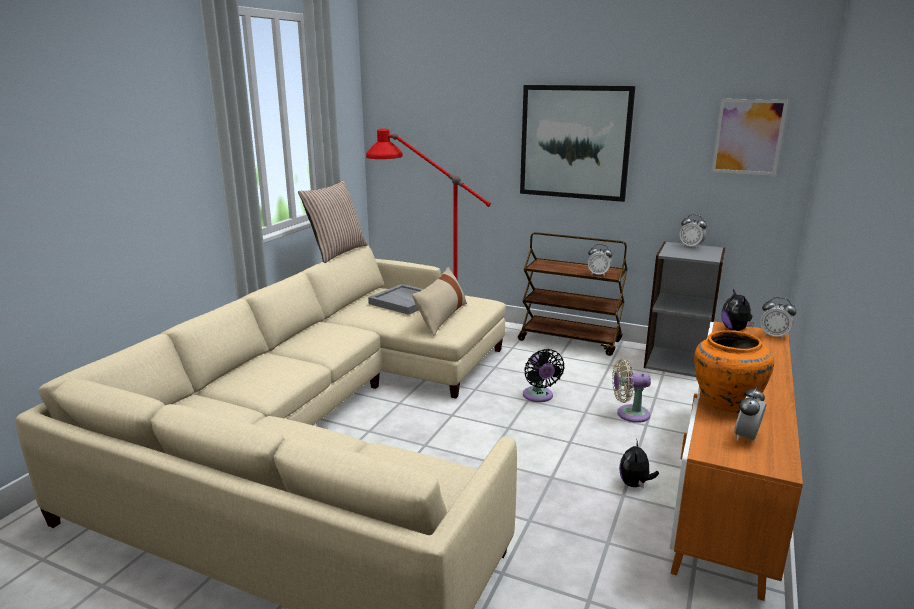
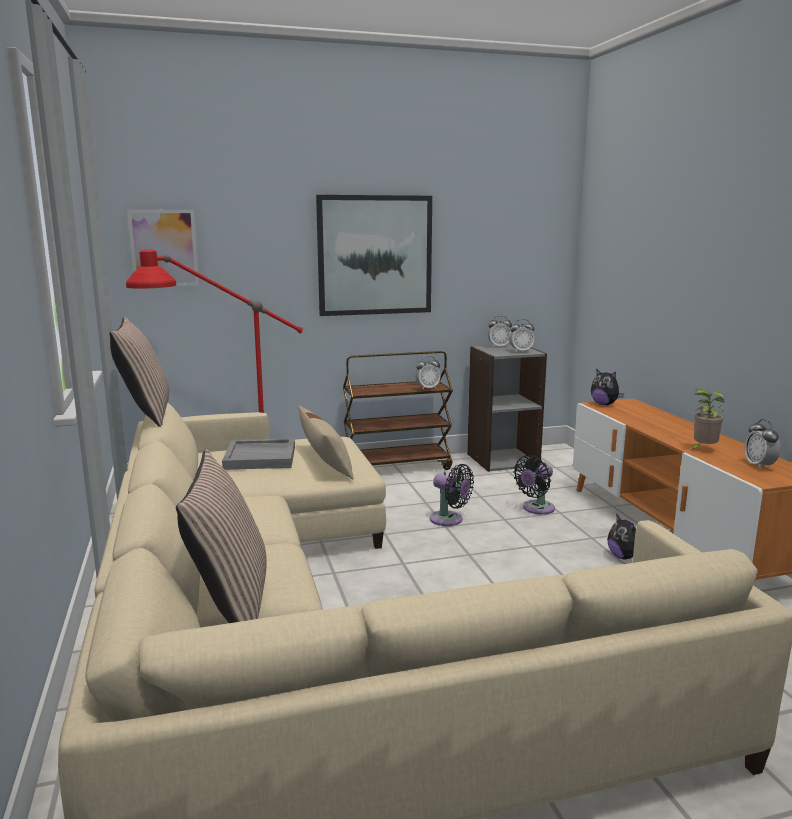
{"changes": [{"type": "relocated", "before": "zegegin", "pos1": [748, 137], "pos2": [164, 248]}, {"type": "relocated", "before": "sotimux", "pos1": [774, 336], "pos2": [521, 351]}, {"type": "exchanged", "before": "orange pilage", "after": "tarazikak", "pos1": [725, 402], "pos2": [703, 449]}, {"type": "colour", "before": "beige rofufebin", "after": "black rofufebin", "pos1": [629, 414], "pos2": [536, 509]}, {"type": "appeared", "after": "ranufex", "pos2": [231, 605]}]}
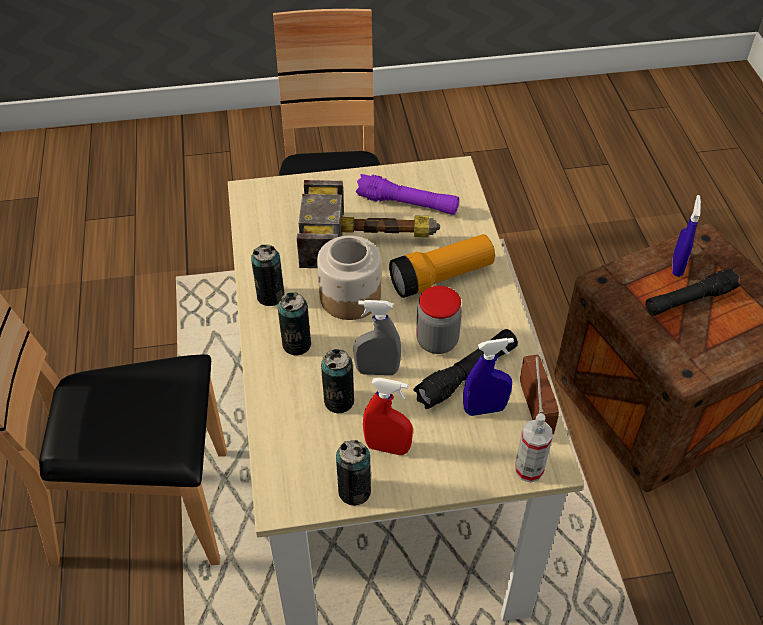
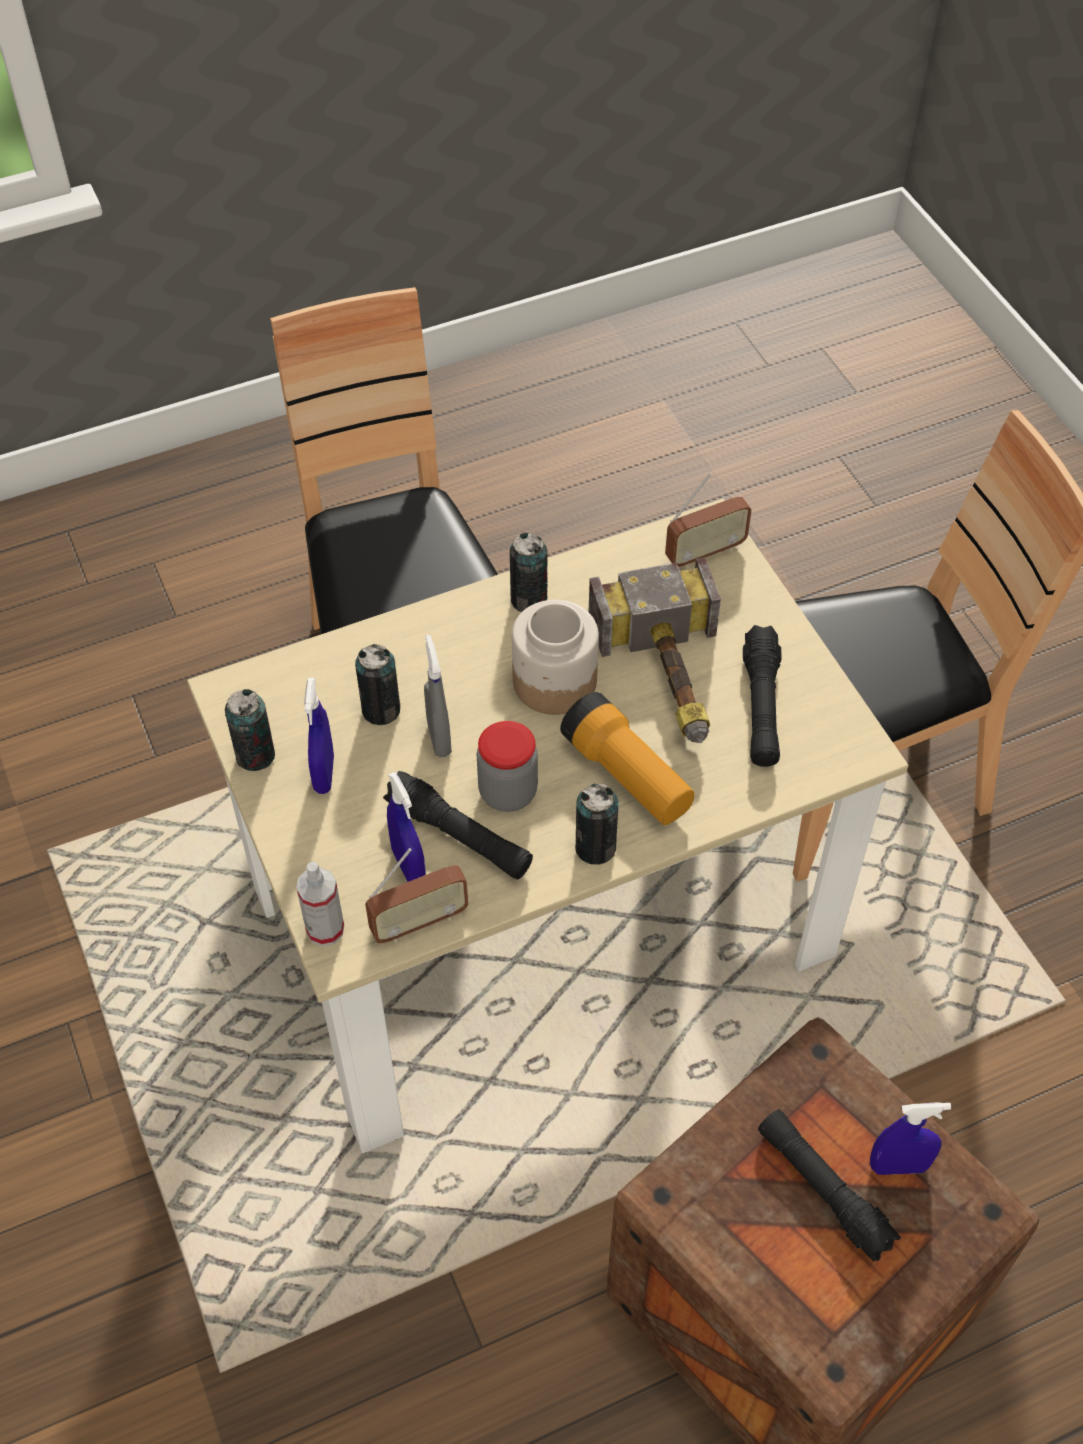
{"changes": [{"type": "colour", "before": "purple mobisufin", "after": "black mobisufin", "pos1": [407, 204], "pos2": [761, 706]}, {"type": "relocated", "before": "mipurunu", "pos1": [296, 344], "pos2": [595, 847]}, {"type": "colour", "before": "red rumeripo", "after": "blue rumeripo", "pos1": [387, 447], "pos2": [324, 774]}, {"type": "appeared", "after": "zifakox", "pos2": [705, 553]}]}
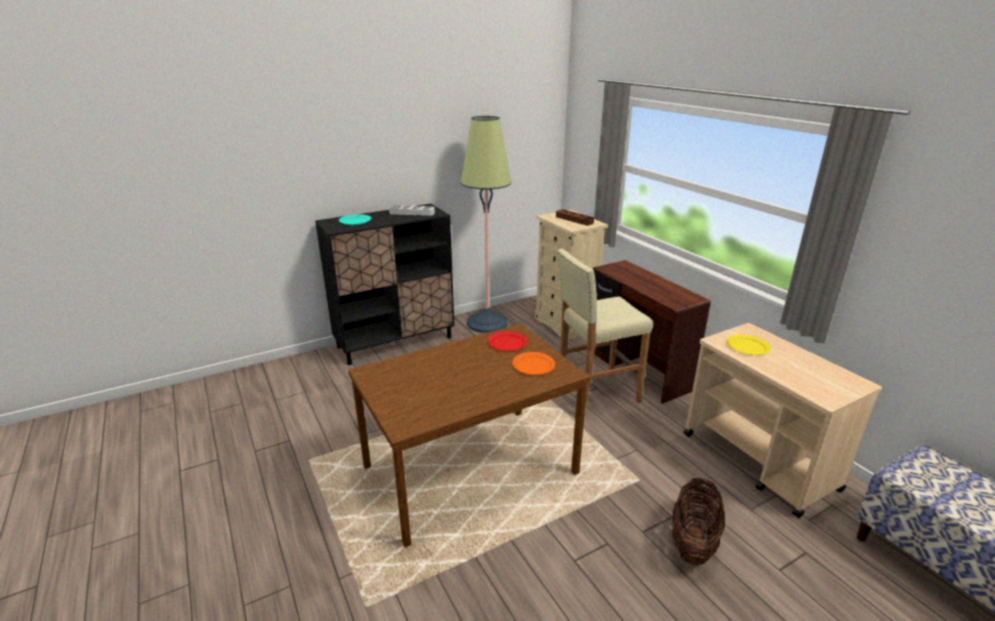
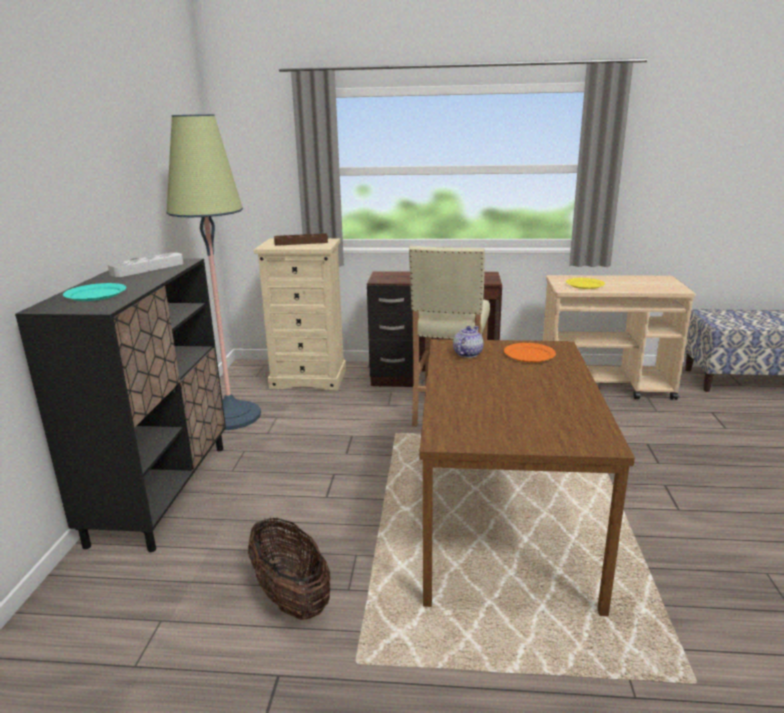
{"changes": [{"type": "exchanged", "before": "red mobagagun", "after": "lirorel", "pos1": [507, 343], "pos2": [467, 354]}, {"type": "relocated", "before": "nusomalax", "pos1": [693, 541], "pos2": [291, 597]}]}
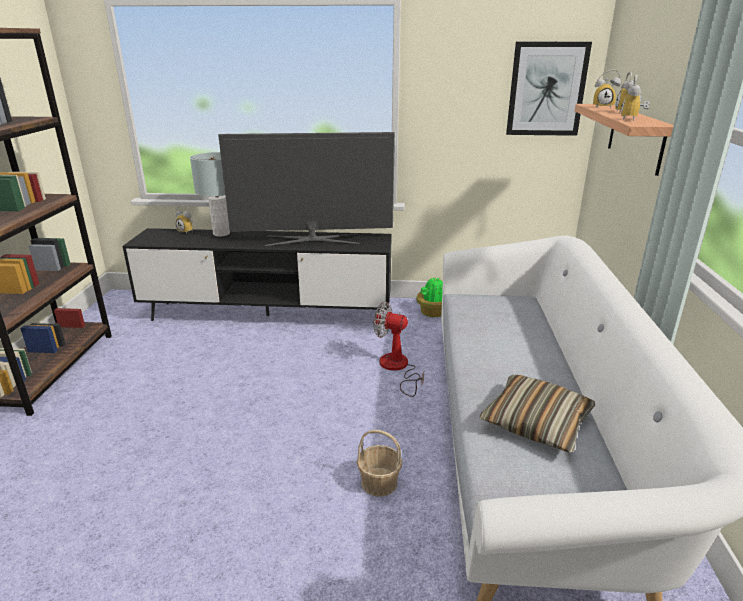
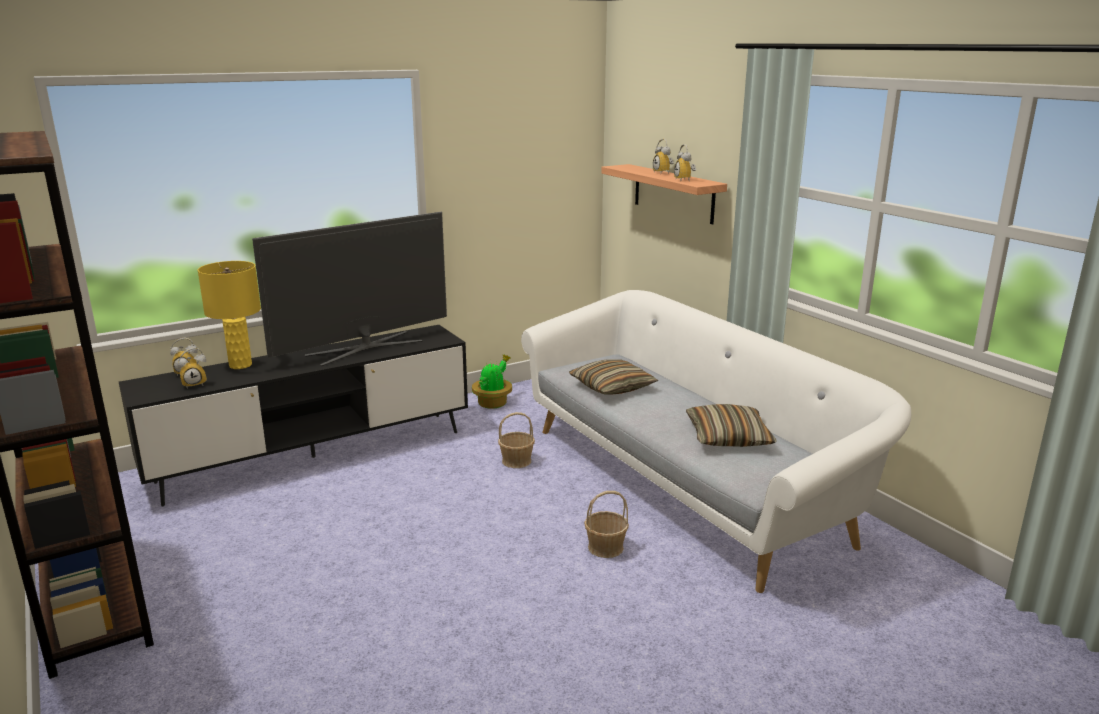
{"changes": [{"type": "missing", "before": "zegegin", "pos1": [546, 89]}, {"type": "relocated", "before": "sotimux", "pos1": [602, 107], "pos2": [195, 384]}, {"type": "colour", "before": "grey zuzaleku", "after": "yellow zuzaleku", "pos1": [222, 233], "pos2": [241, 365]}, {"type": "exchanged", "before": "rofufebin", "after": "nusomalax", "pos1": [397, 368], "pos2": [517, 461]}, {"type": "appeared", "after": "ranufex", "pos2": [612, 387]}]}
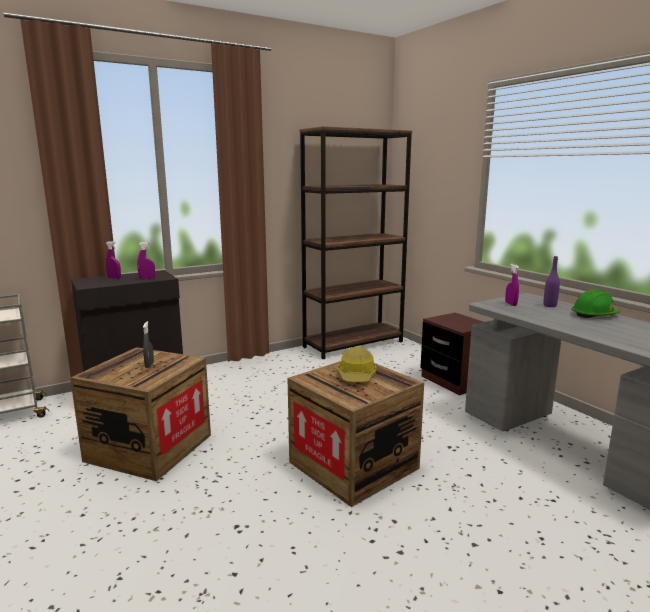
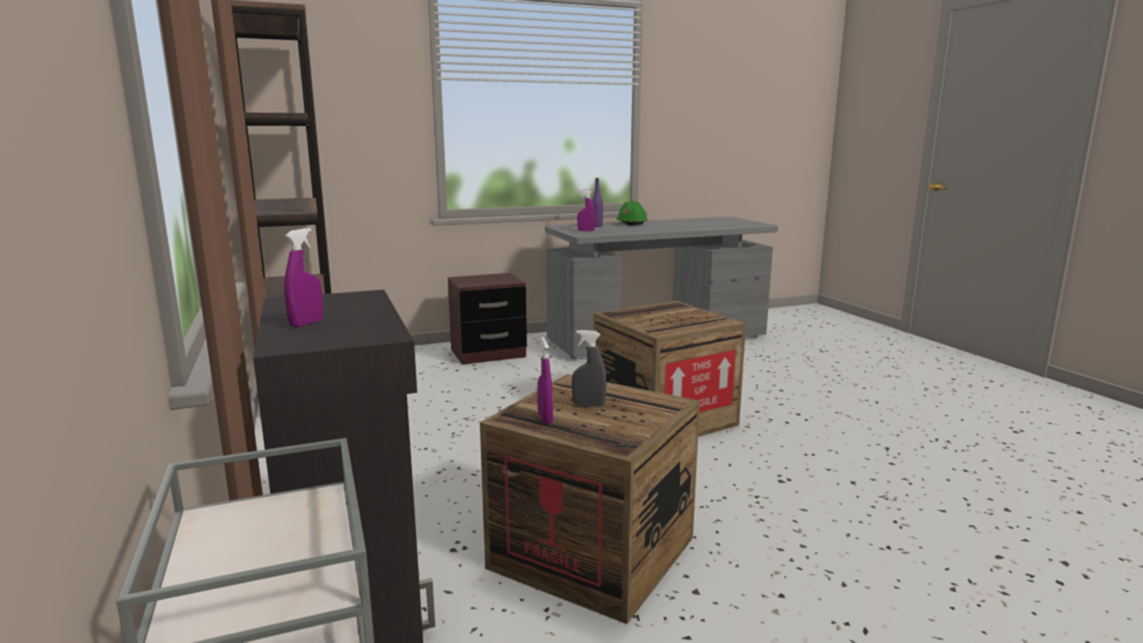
{"changes": [{"type": "relocated", "before": "purple rumeripo", "pos1": [147, 278], "pos2": [545, 418]}, {"type": "missing", "before": "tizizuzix", "pos1": [357, 376]}]}
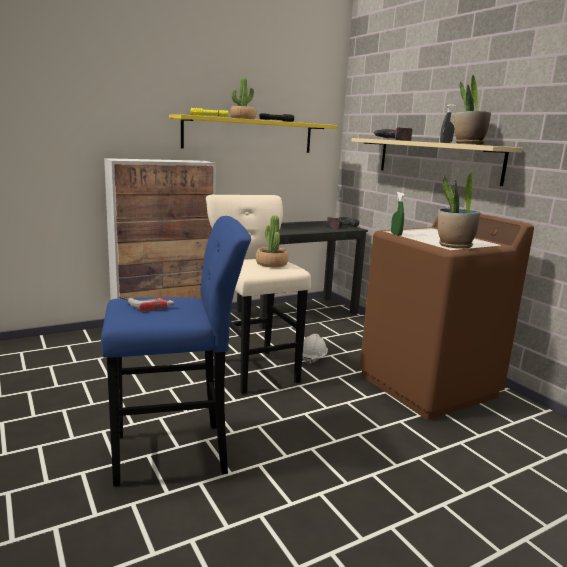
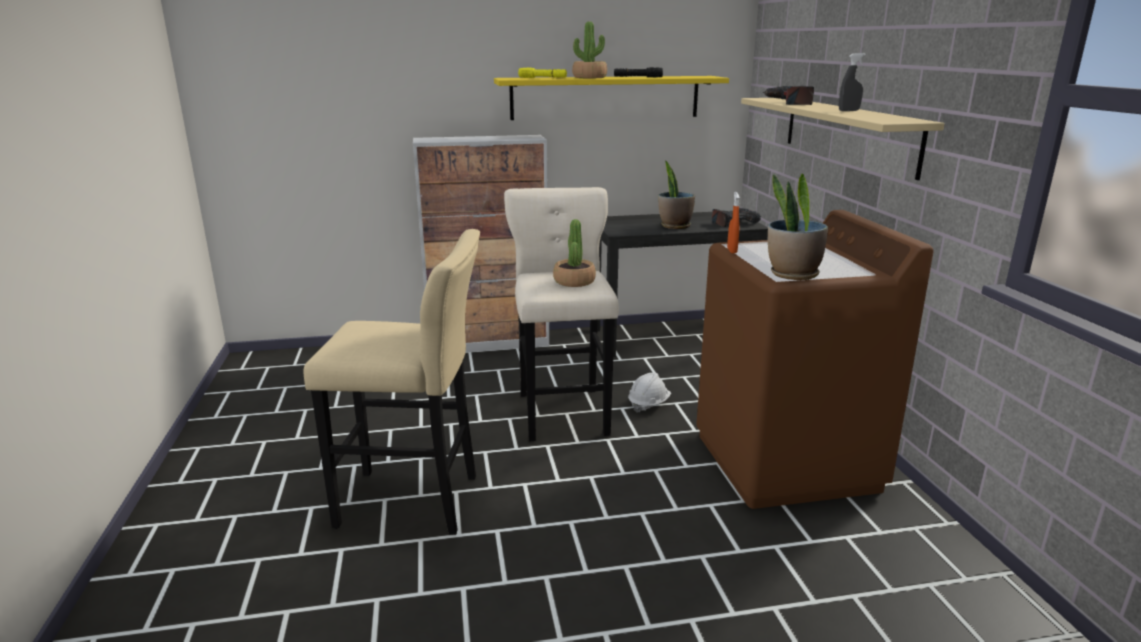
{"changes": [{"type": "relocated", "before": "tarazikak", "pos1": [468, 144], "pos2": [674, 226]}, {"type": "colour", "before": "green rumeripo", "after": "orange rumeripo", "pos1": [396, 234], "pos2": [732, 251]}, {"type": "colour", "before": "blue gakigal", "after": "beige gakigal", "pos1": [177, 453], "pos2": [416, 502]}, {"type": "missing", "before": "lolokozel", "pos1": [147, 304]}]}
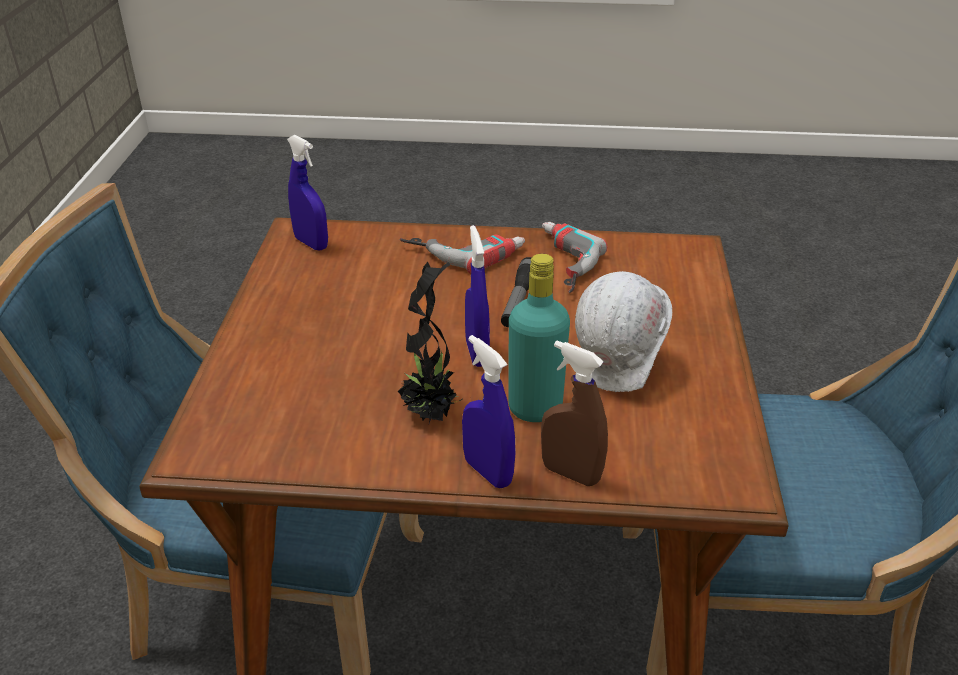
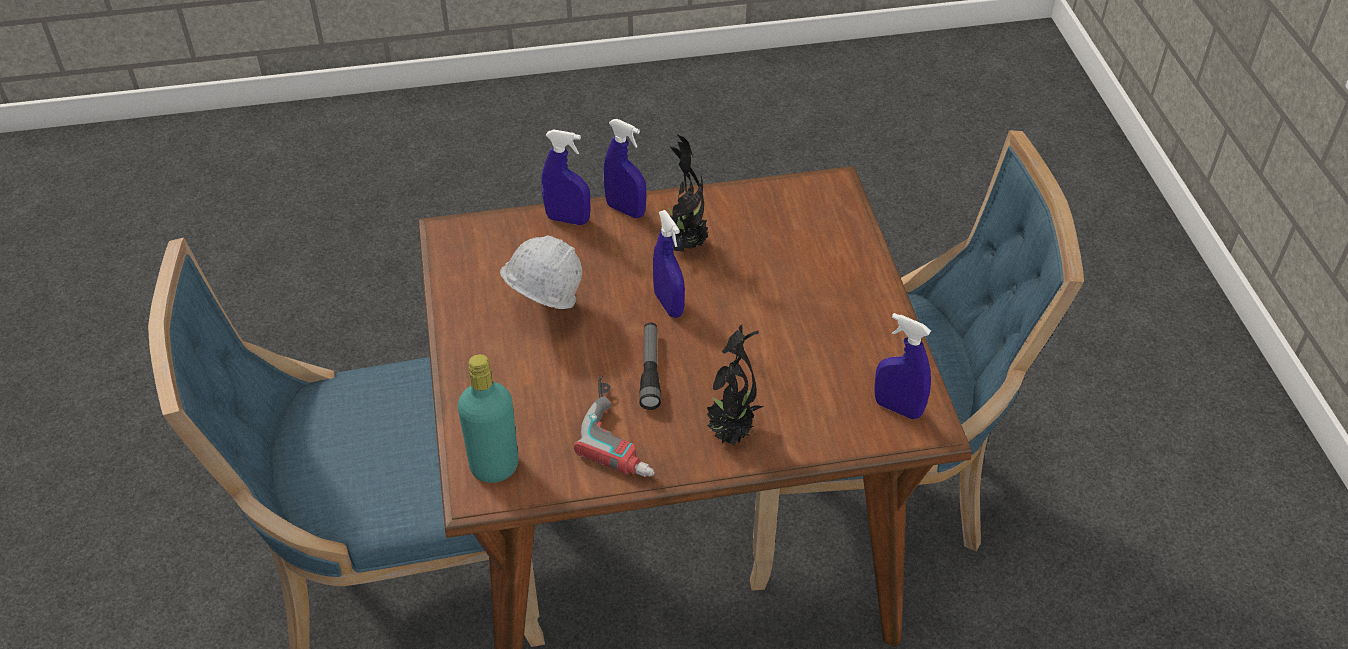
{"changes": [{"type": "exchanged", "before": "lolokozel", "after": "tarazikak", "pos1": [464, 249], "pos2": [731, 434]}, {"type": "relocated", "before": "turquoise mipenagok", "pos1": [535, 408], "pos2": [494, 467]}, {"type": "colour", "before": "brown rumeripo", "after": "blue rumeripo", "pos1": [570, 473], "pos2": [567, 219]}]}
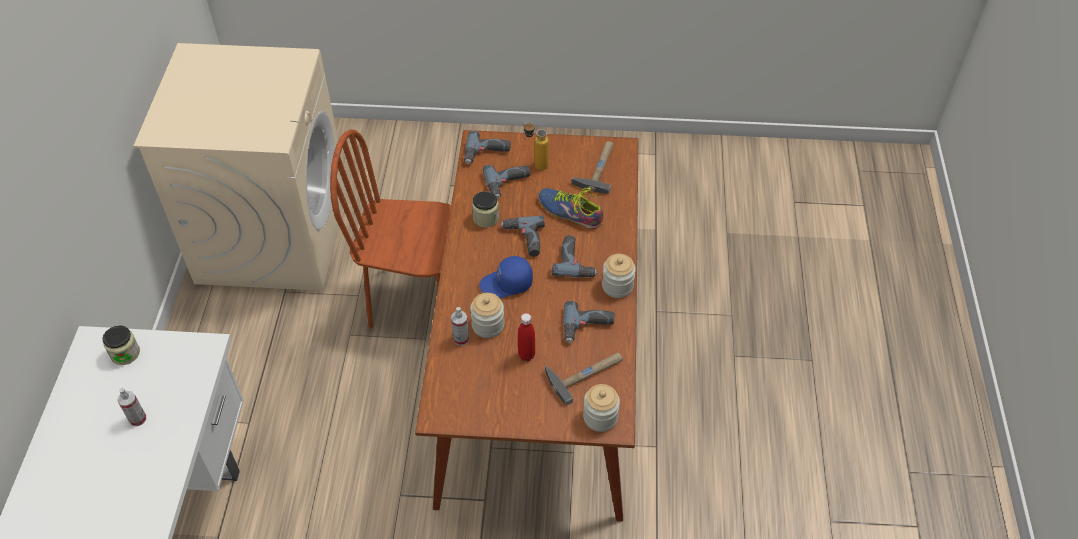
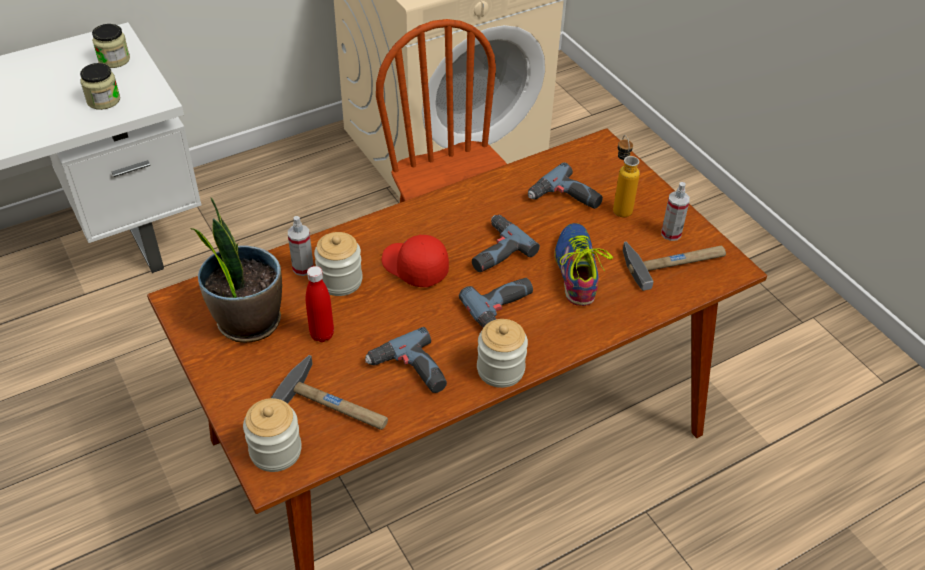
{"changes": [{"type": "missing", "before": "lolokozel", "pos1": [487, 154]}, {"type": "relocated", "before": "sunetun", "pos1": [486, 218], "pos2": [103, 100]}, {"type": "colour", "before": "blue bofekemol", "after": "red bofekemol", "pos1": [506, 284], "pos2": [414, 268]}, {"type": "relocated", "before": "rumeripo", "pos1": [137, 419], "pos2": [671, 233]}, {"type": "appeared", "after": "tarazikak", "pos2": [248, 321]}]}
